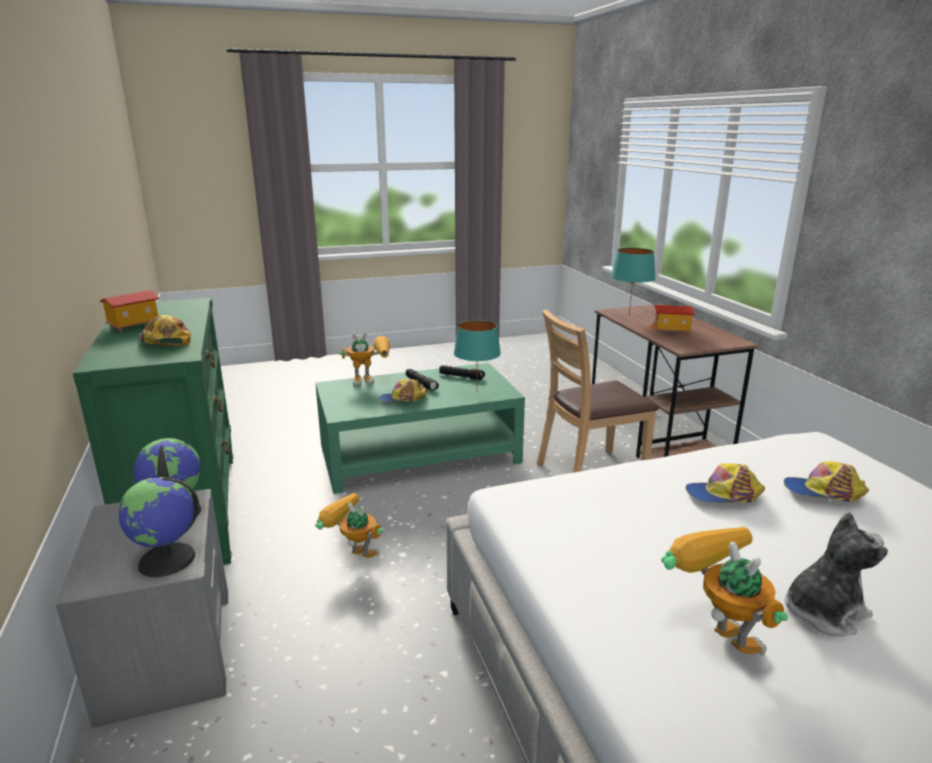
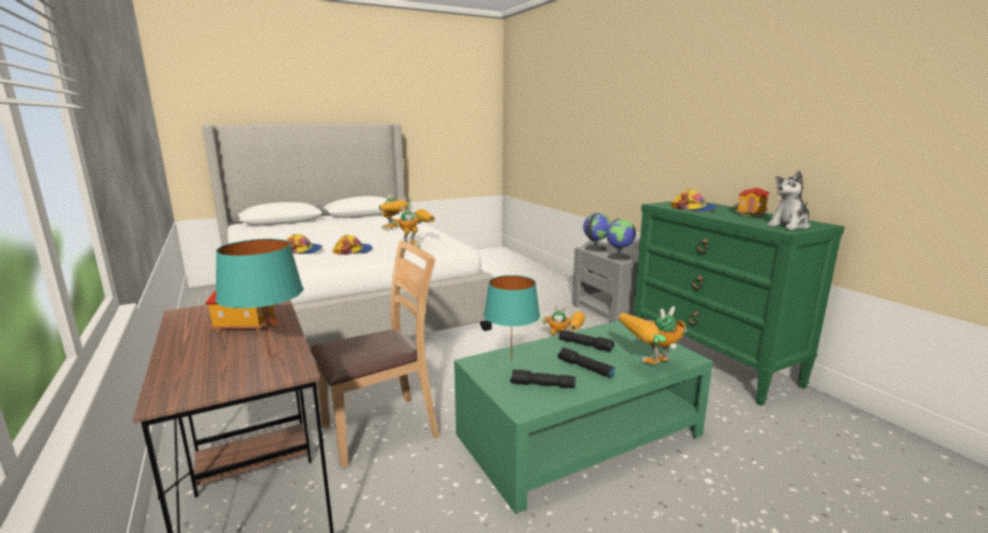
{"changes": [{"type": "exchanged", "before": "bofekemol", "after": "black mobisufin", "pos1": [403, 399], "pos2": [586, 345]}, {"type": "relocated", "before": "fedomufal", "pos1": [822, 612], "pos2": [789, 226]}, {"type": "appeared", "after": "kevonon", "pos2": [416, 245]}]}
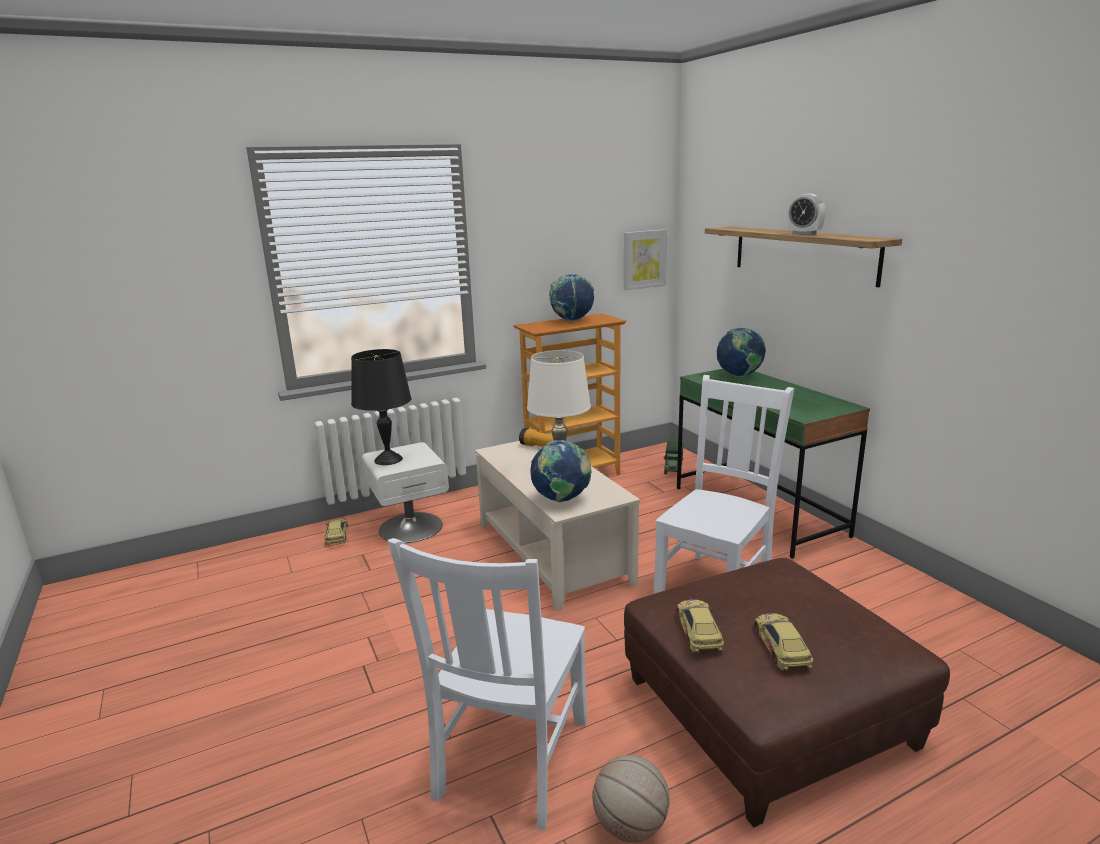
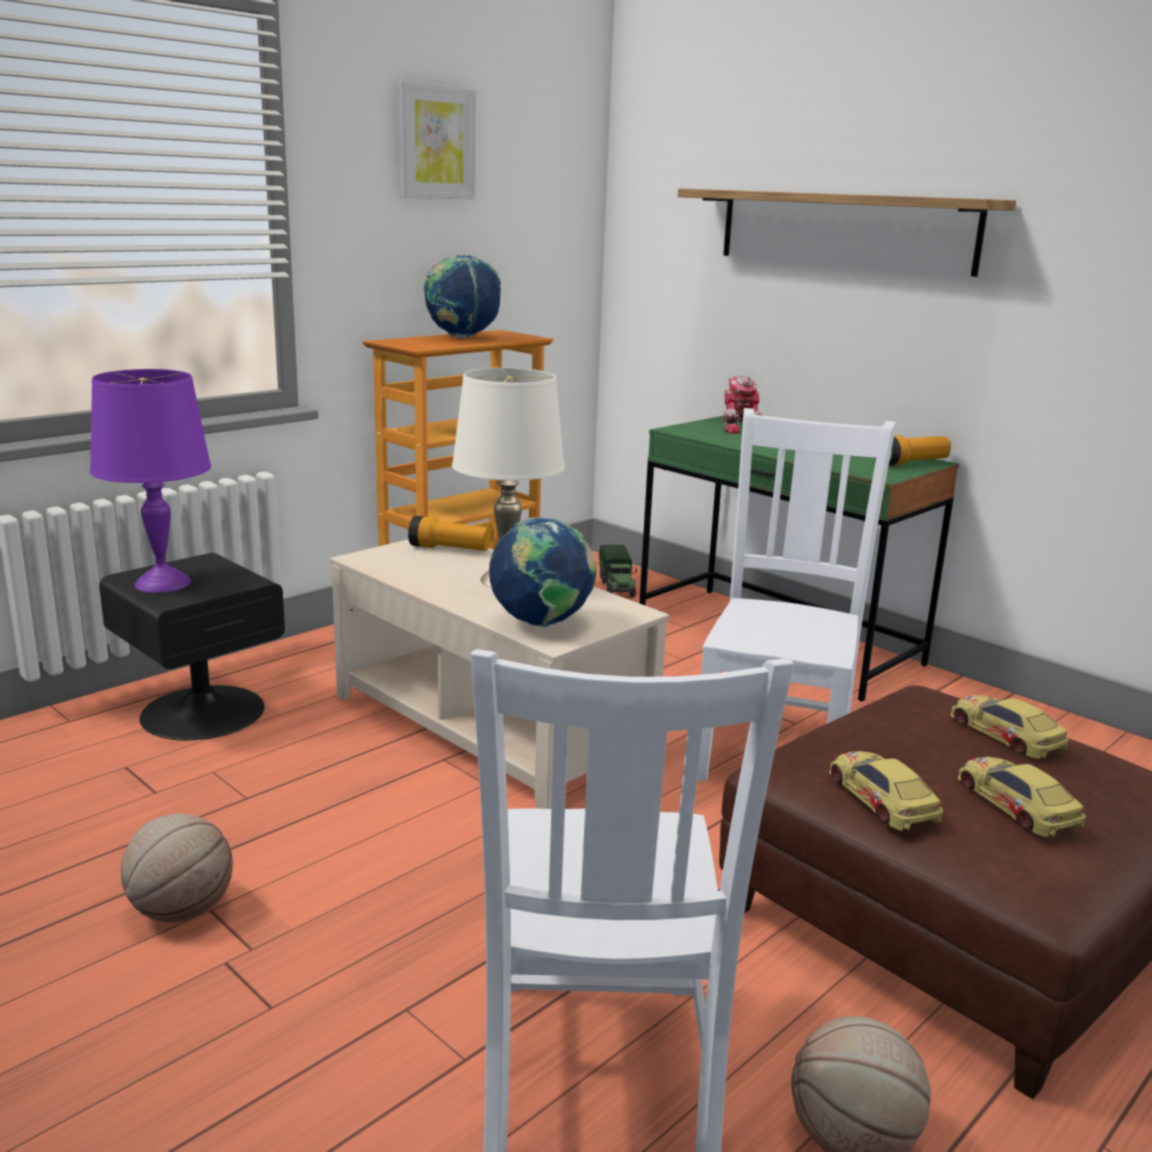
{"changes": [{"type": "missing", "before": "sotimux", "pos1": [804, 234]}, {"type": "relocated", "before": "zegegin", "pos1": [644, 259], "pos2": [435, 142]}, {"type": "exchanged", "before": "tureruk", "after": "kevonon", "pos1": [739, 376], "pos2": [739, 428]}, {"type": "colour", "before": "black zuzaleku", "after": "purple zuzaleku", "pos1": [388, 459], "pos2": [163, 583]}, {"type": "colour", "before": "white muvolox", "after": "black muvolox", "pos1": [410, 527], "pos2": [202, 711]}, {"type": "relocated", "before": "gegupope", "pos1": [336, 535], "pos2": [1005, 734]}, {"type": "appeared", "after": "mobisufin", "pos2": [911, 463]}, {"type": "appeared", "after": "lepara", "pos2": [181, 911]}]}
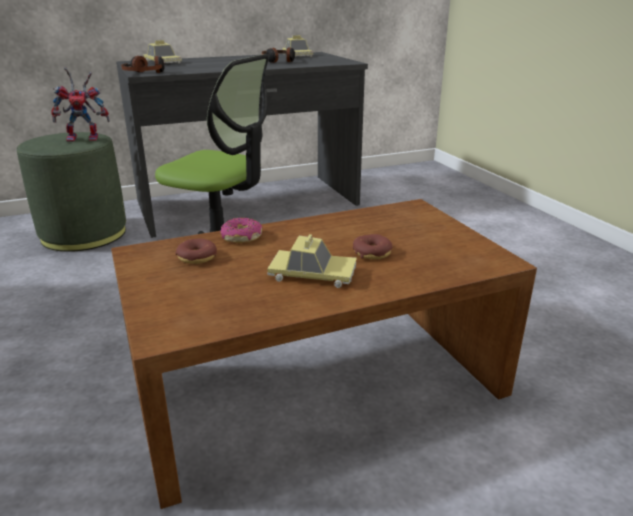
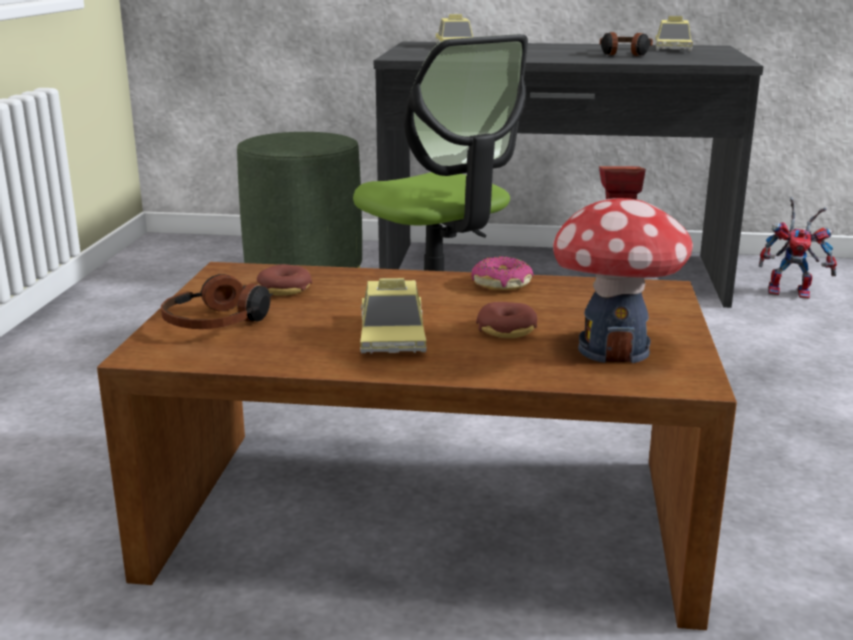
{"changes": [{"type": "relocated", "before": "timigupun", "pos1": [145, 73], "pos2": [220, 321]}, {"type": "relocated", "before": "kevonon", "pos1": [86, 138], "pos2": [792, 292]}, {"type": "relocated", "before": "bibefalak", "pos1": [242, 237], "pos2": [502, 284]}, {"type": "spun", "before": "gegupope", "pos1": [312, 274], "pos2": [392, 335], "turn": 45}, {"type": "appeared", "after": "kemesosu", "pos2": [614, 349]}]}
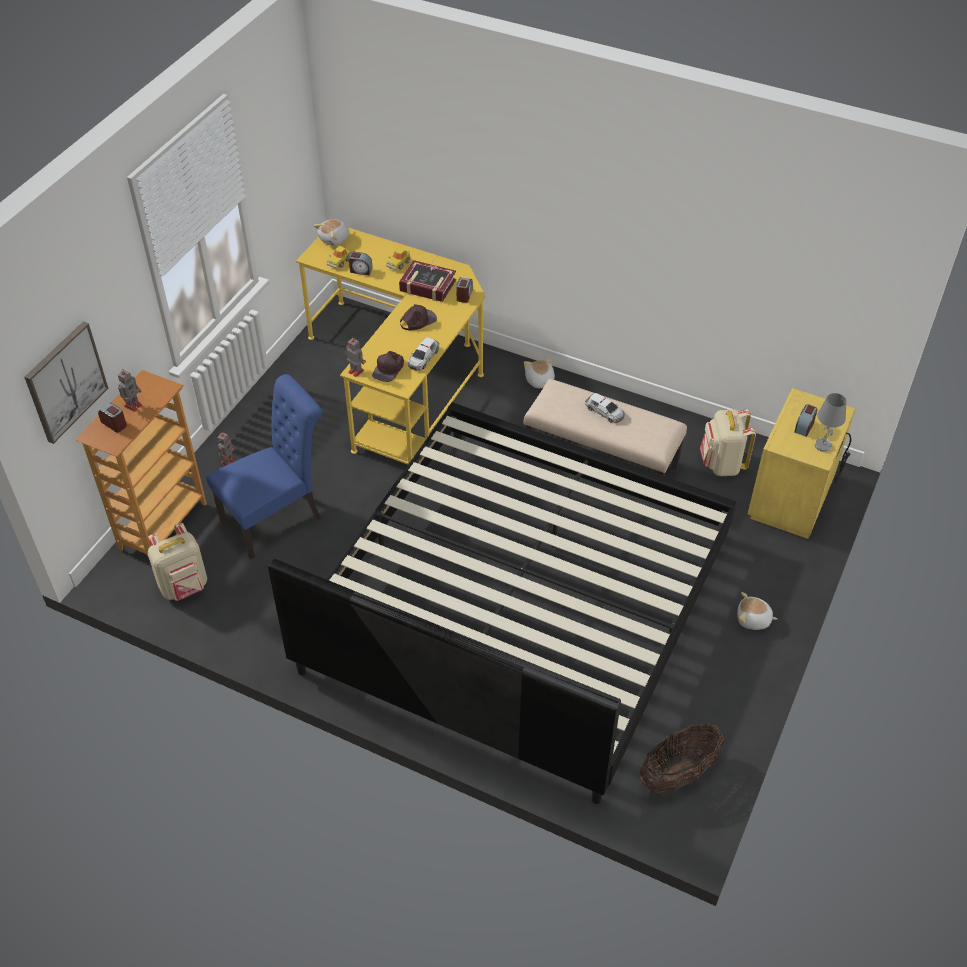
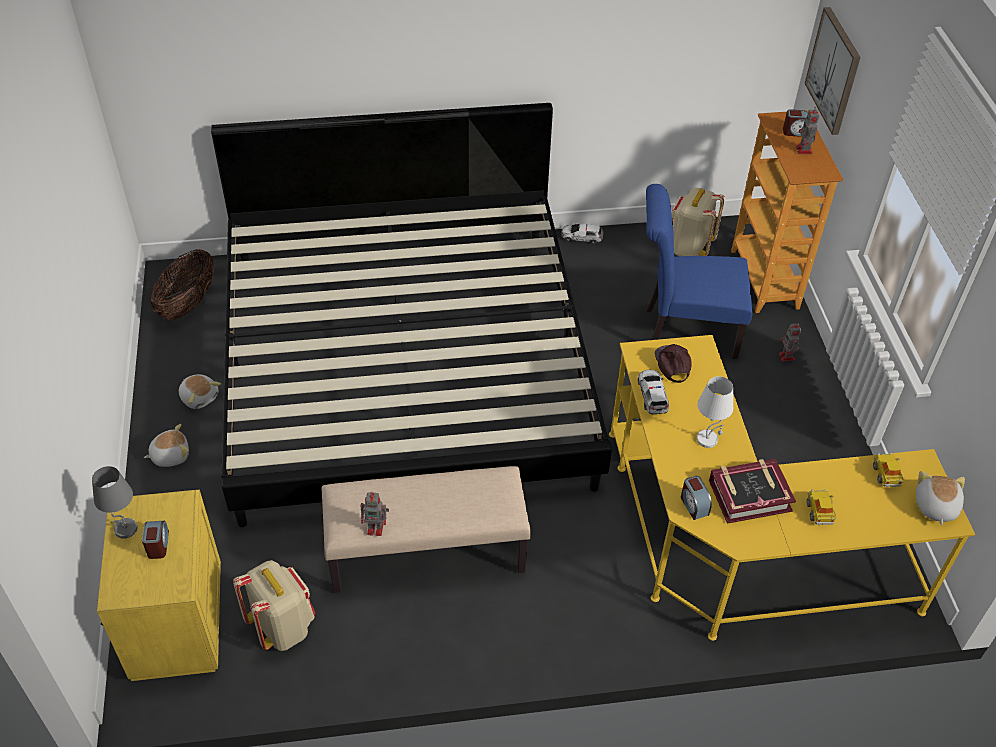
{"changes": [{"type": "missing", "before": "sotimux", "pos1": [360, 270]}, {"type": "exchanged", "before": "brown bofekemol", "after": "white zuzaleku", "pos1": [417, 320], "pos2": [707, 439]}, {"type": "relocated", "before": "kevonon", "pos1": [355, 371], "pos2": [376, 528]}, {"type": "relocated", "before": "fedomufal", "pos1": [539, 381], "pos2": [199, 397]}, {"type": "spun", "before": "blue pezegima", "pos1": [277, 518], "pos2": [683, 331], "turn": 75}, {"type": "relocated", "before": "gegupope", "pos1": [604, 411], "pos2": [581, 236]}]}
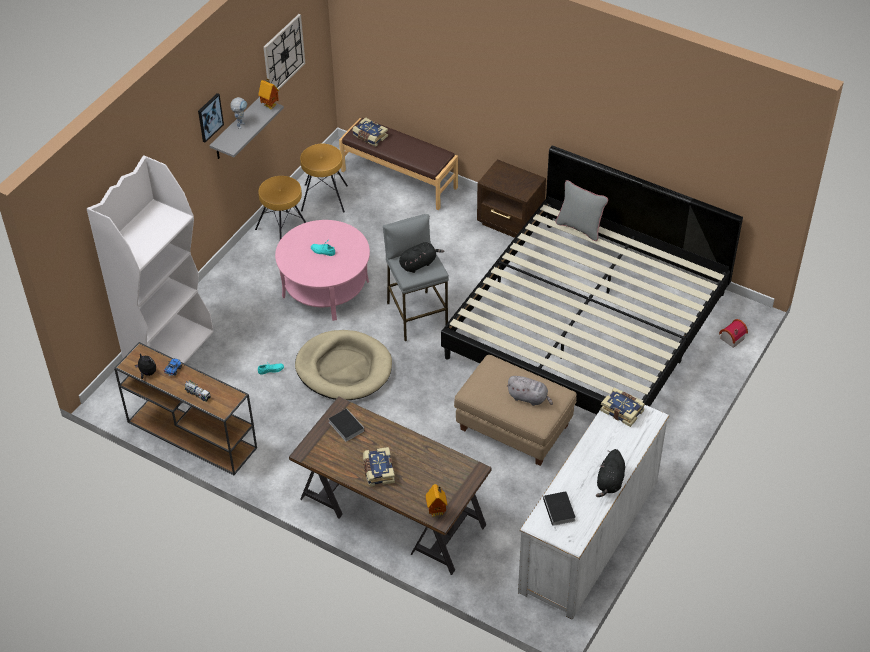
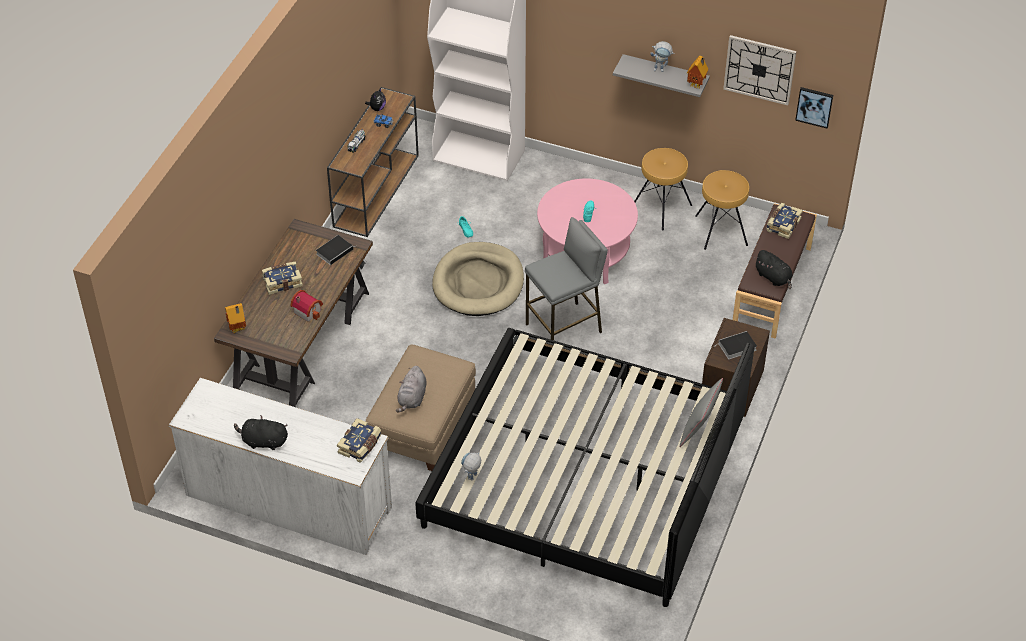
{"changes": [{"type": "relocated", "before": "zegegin", "pos1": [209, 117], "pos2": [814, 106]}, {"type": "relocated", "before": "black fedomufal", "pos1": [419, 264], "pos2": [774, 278]}, {"type": "relocated", "before": "kemesosu", "pos1": [730, 338], "pos2": [308, 310]}, {"type": "relocated", "before": "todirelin", "pos1": [559, 511], "pos2": [736, 347]}, {"type": "appeared", "after": "kevonon", "pos2": [472, 479]}]}
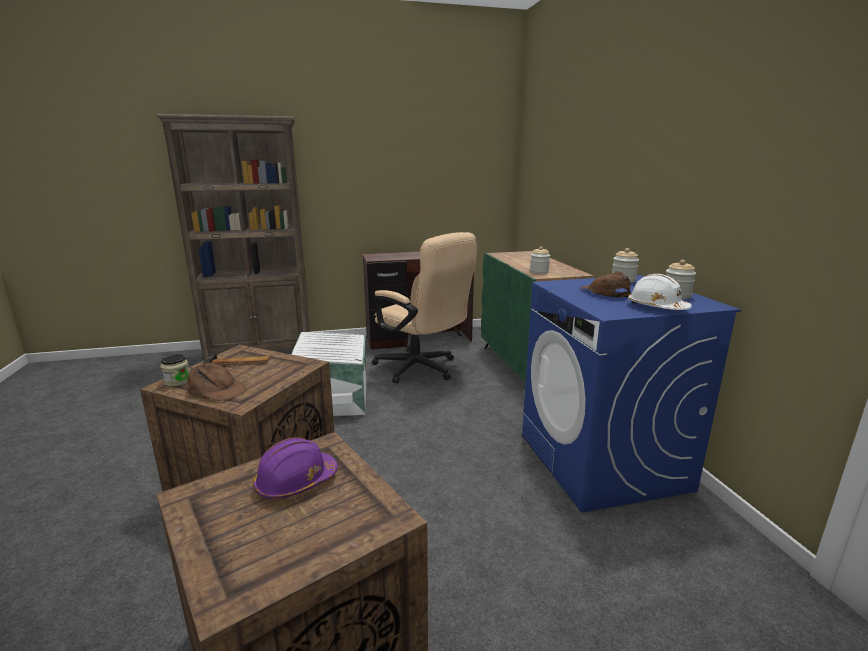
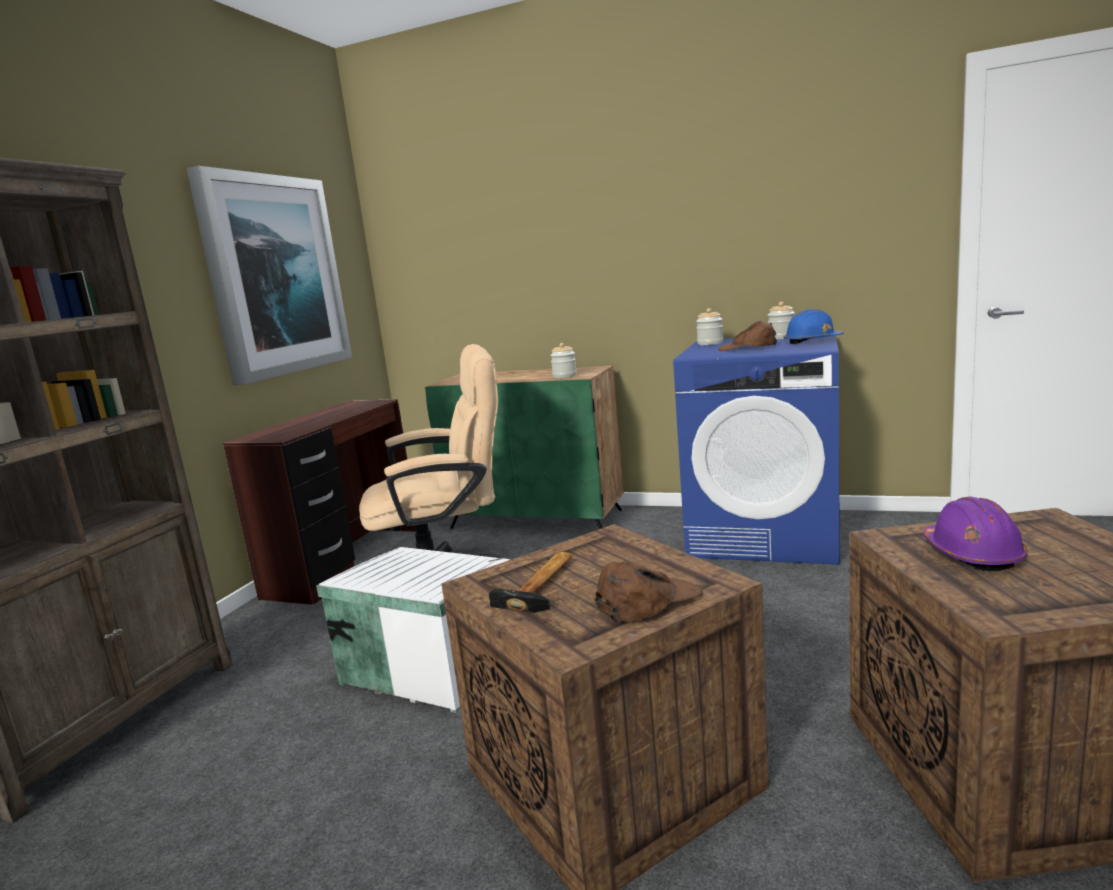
{"changes": [{"type": "colour", "before": "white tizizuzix", "after": "blue tizizuzix", "pos1": [656, 307], "pos2": [812, 341]}, {"type": "missing", "before": "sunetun", "pos1": [177, 381]}, {"type": "appeared", "after": "zegegin", "pos2": [274, 276]}]}
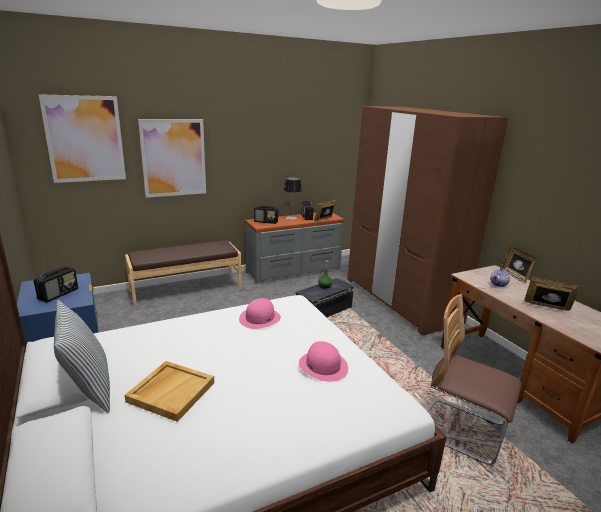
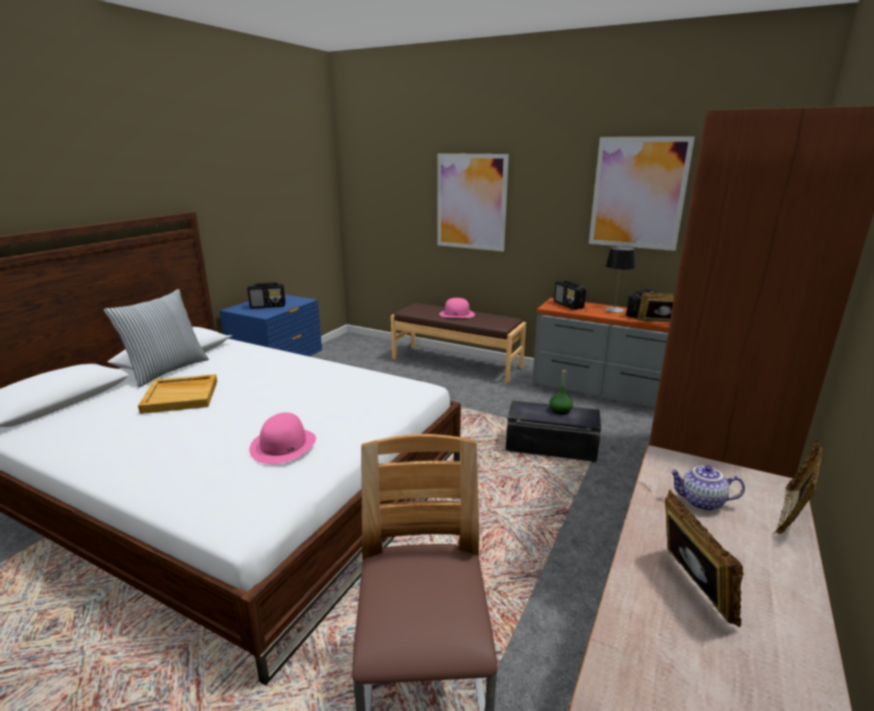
{"changes": [{"type": "relocated", "before": "zegegin", "pos1": [85, 139], "pos2": [638, 193]}, {"type": "relocated", "before": "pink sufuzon", "pos1": [260, 318], "pos2": [457, 314]}]}
